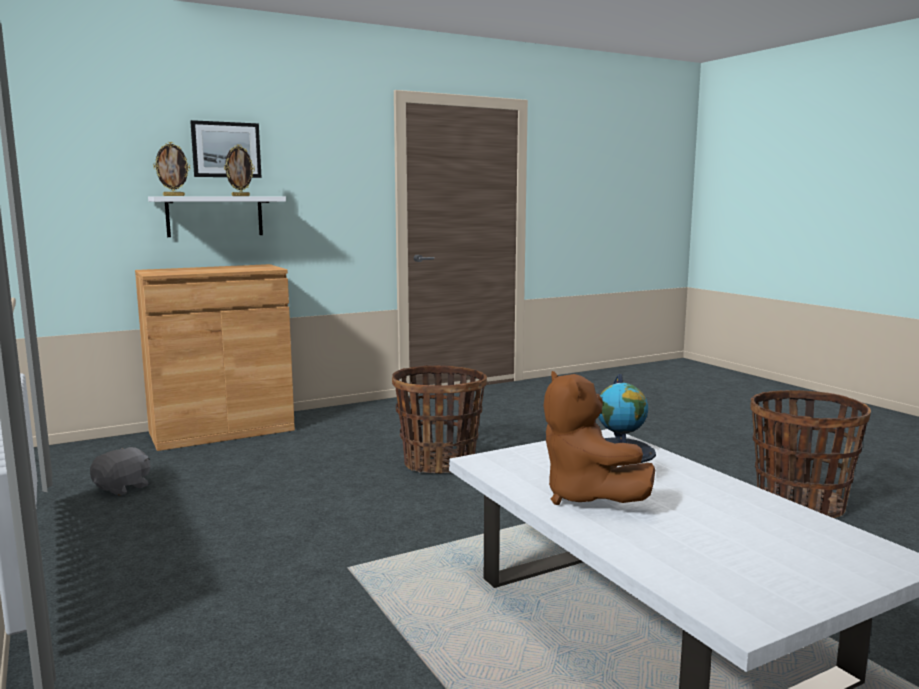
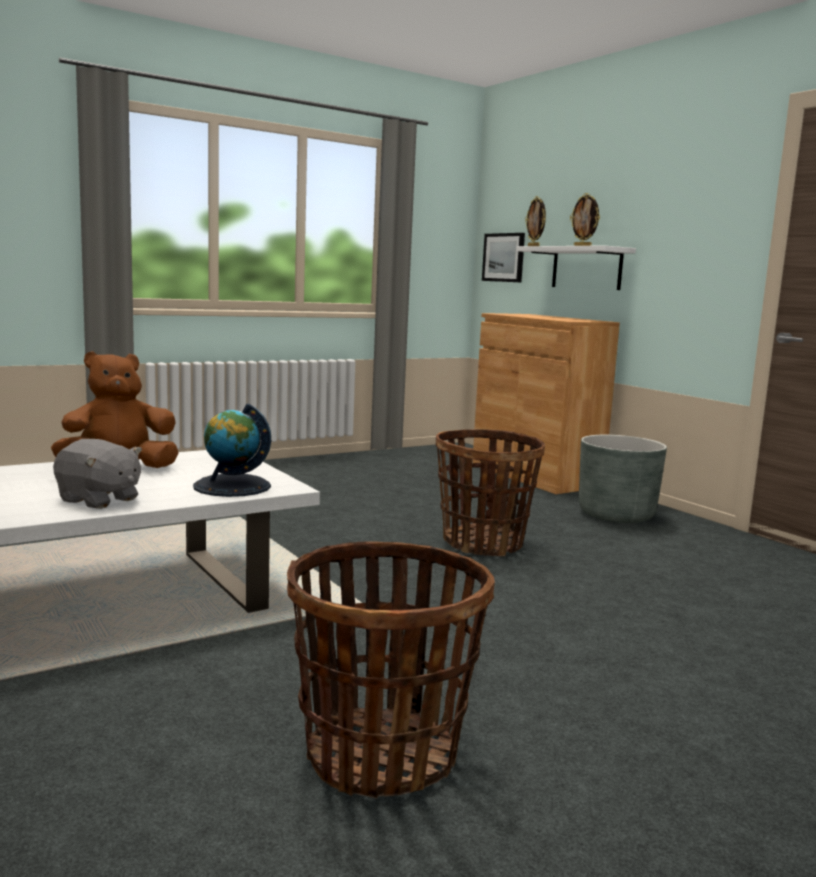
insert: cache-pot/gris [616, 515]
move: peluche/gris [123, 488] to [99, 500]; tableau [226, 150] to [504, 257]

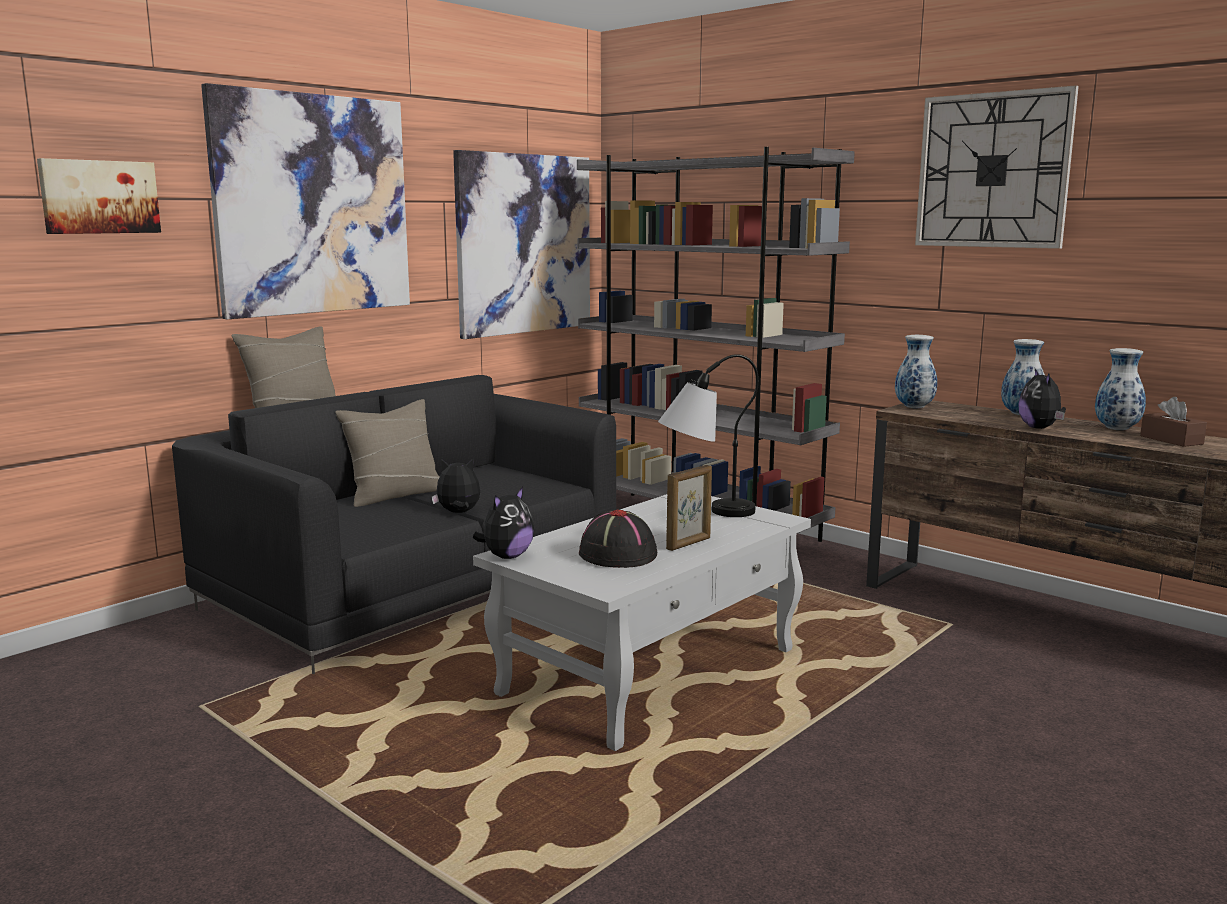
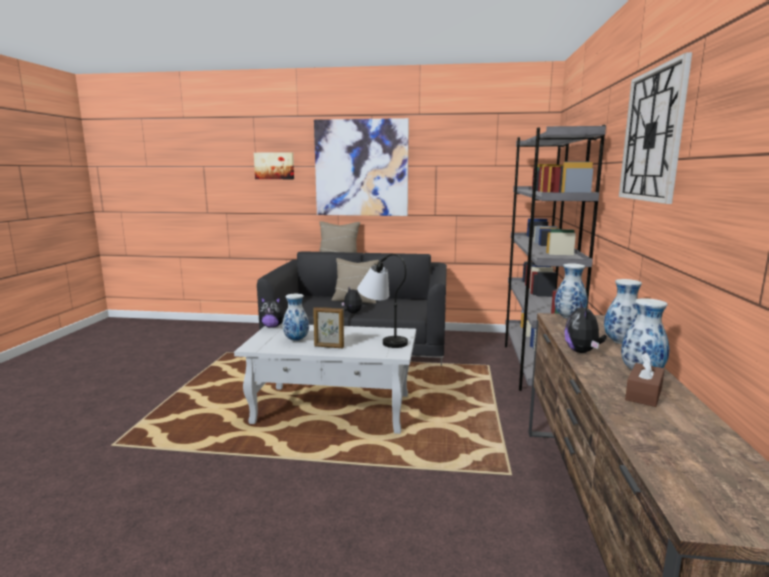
delete: tableau [524, 244]
replace: chapeau/noir [617, 554] to vase [296, 339]
rotate: peluche [1040, 428] = [582, 352] 45 degrees counterclockwise

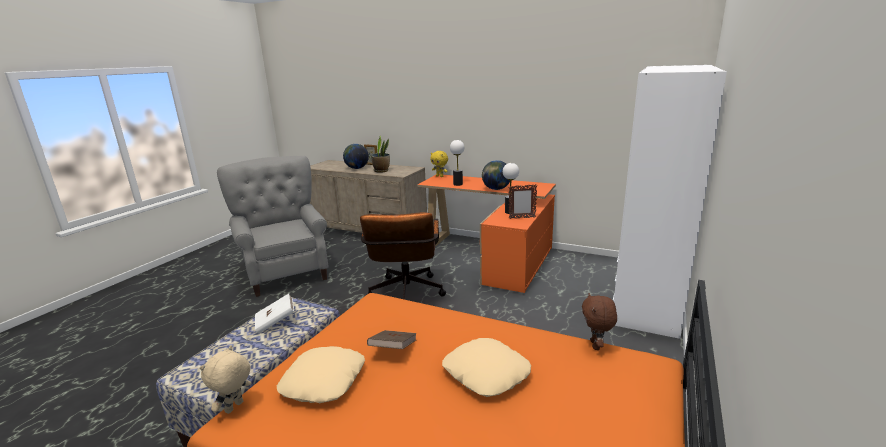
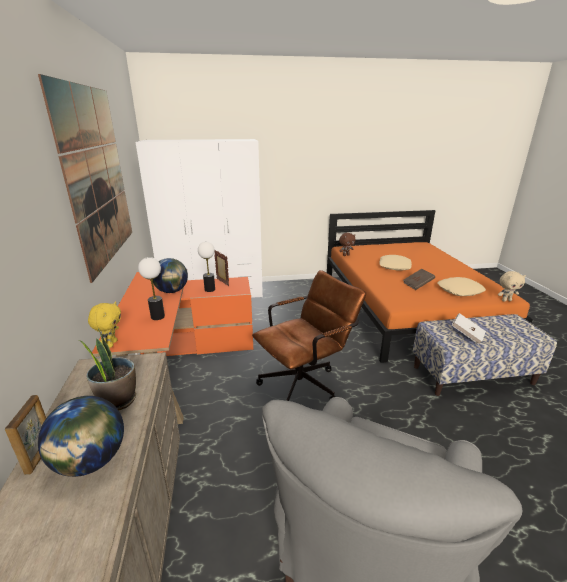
insert: tableau [97, 176]

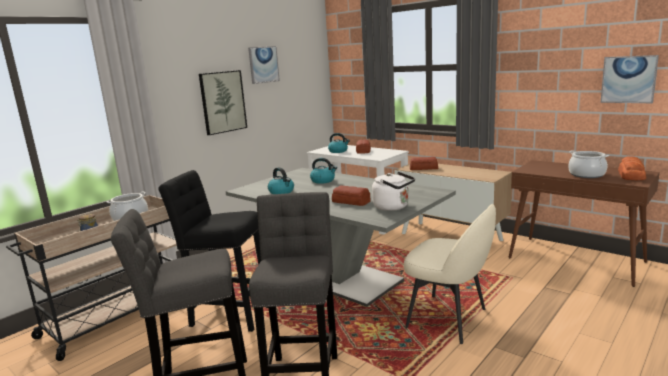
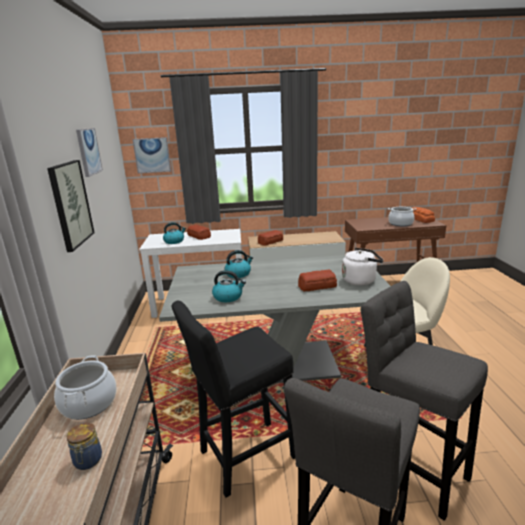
move: tableau [628, 79] to [152, 155]

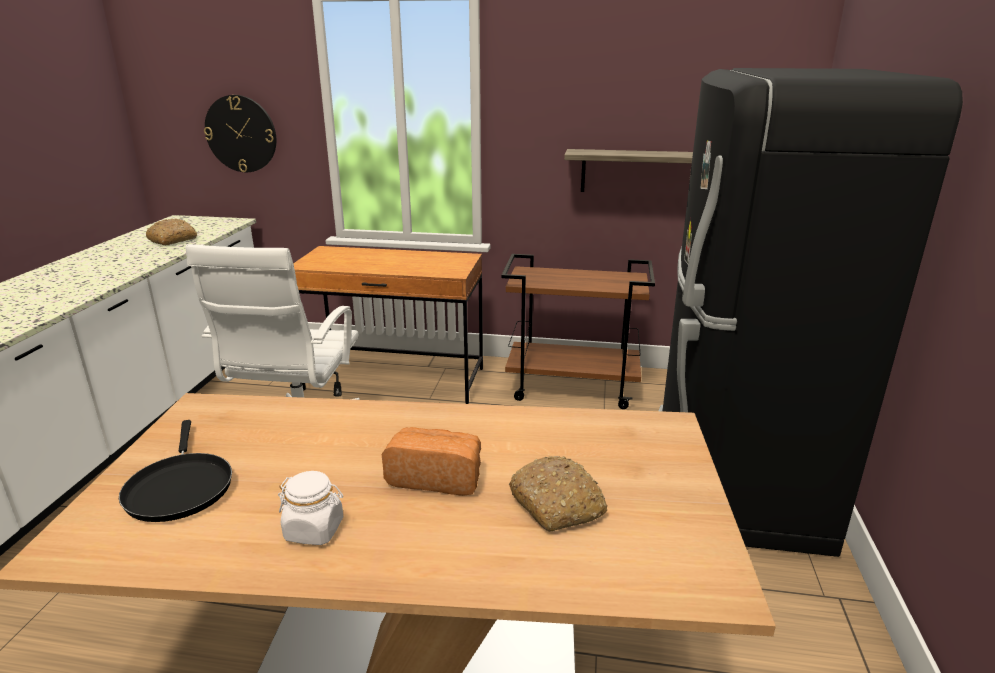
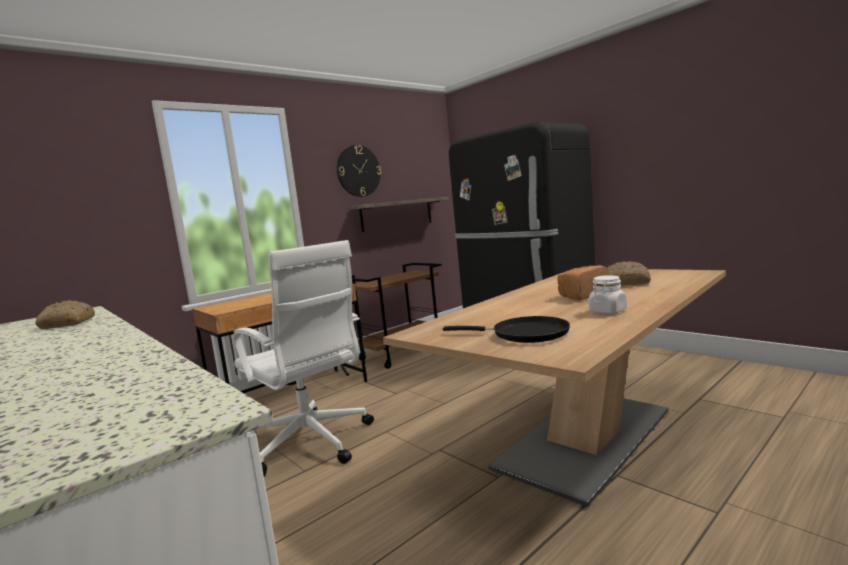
move: horloge murale [241, 134] to [358, 171]

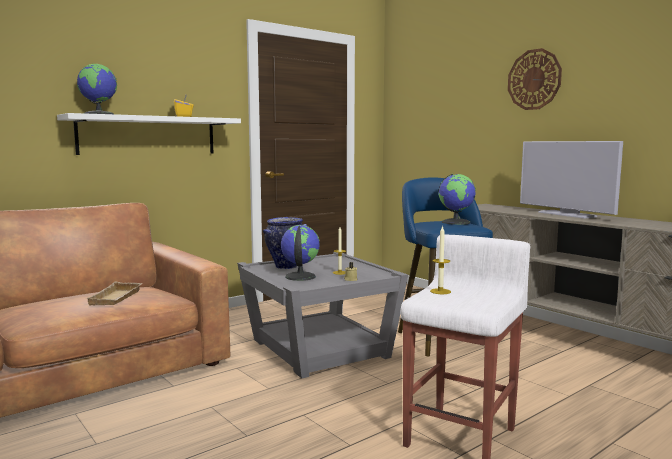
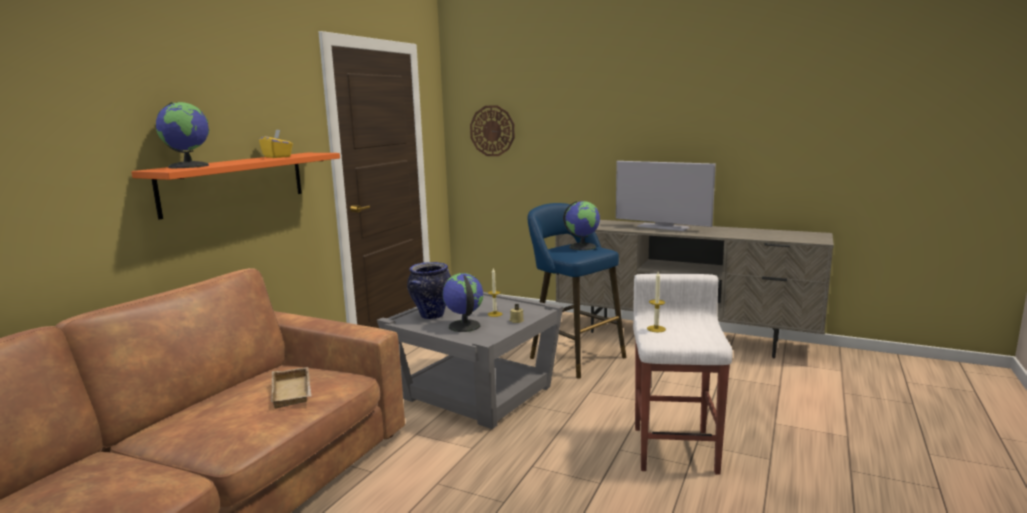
move: horloge murale [534, 79] to [492, 131]
recolor: étagère/blanc [148, 135] to étagère/orange [235, 182]

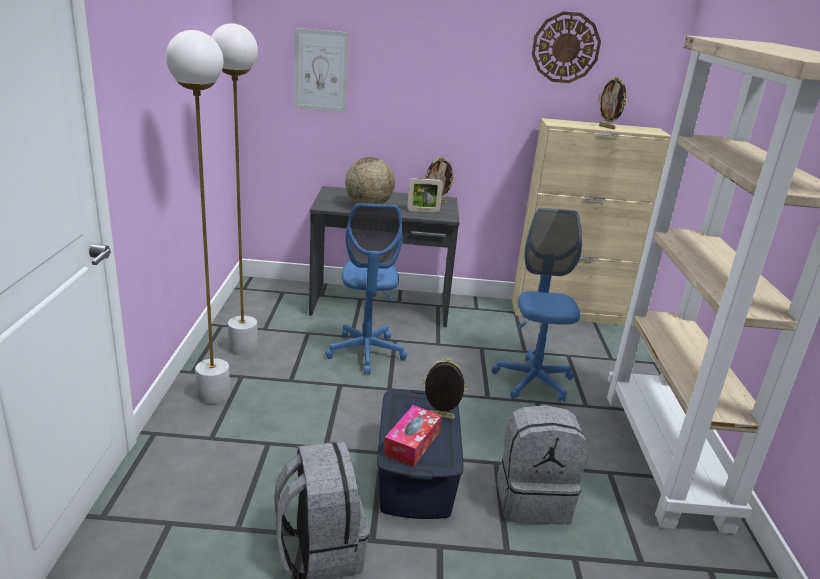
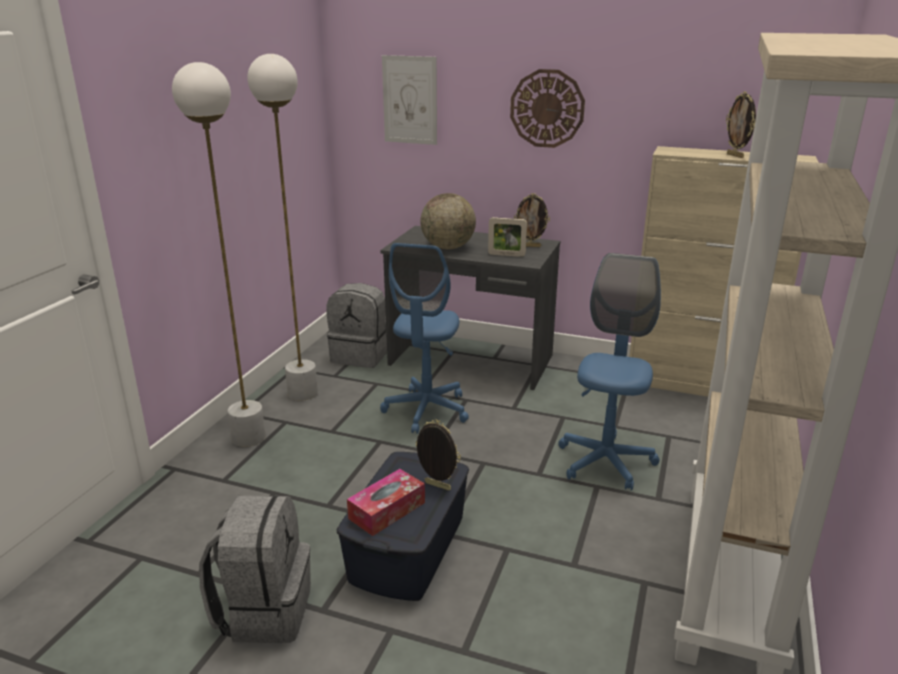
move: sac à dos/gris [532, 499] to [361, 356]; horloge murale [565, 47] to [547, 108]

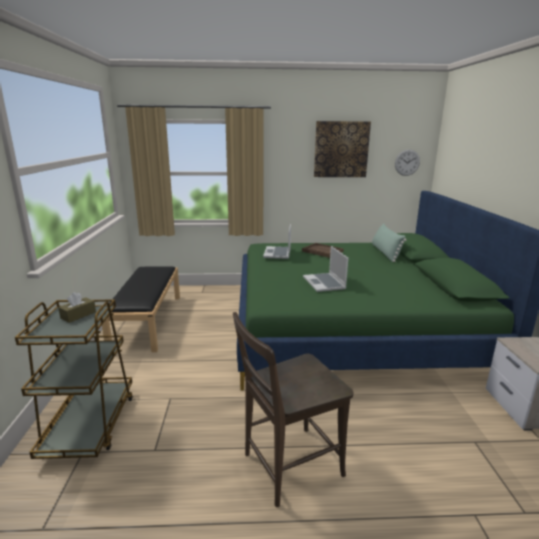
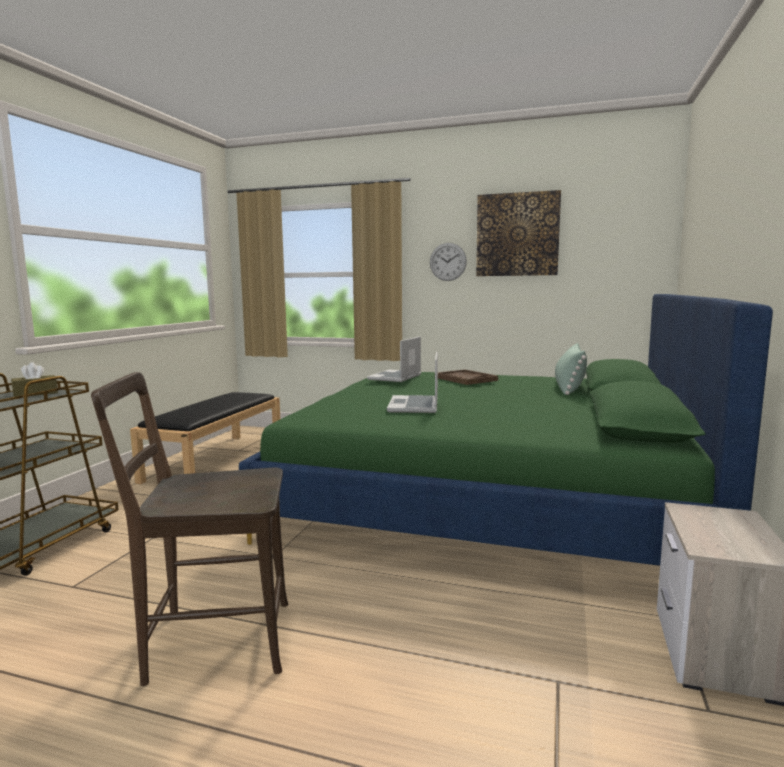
move: horloge murale [407, 162] to [448, 262]

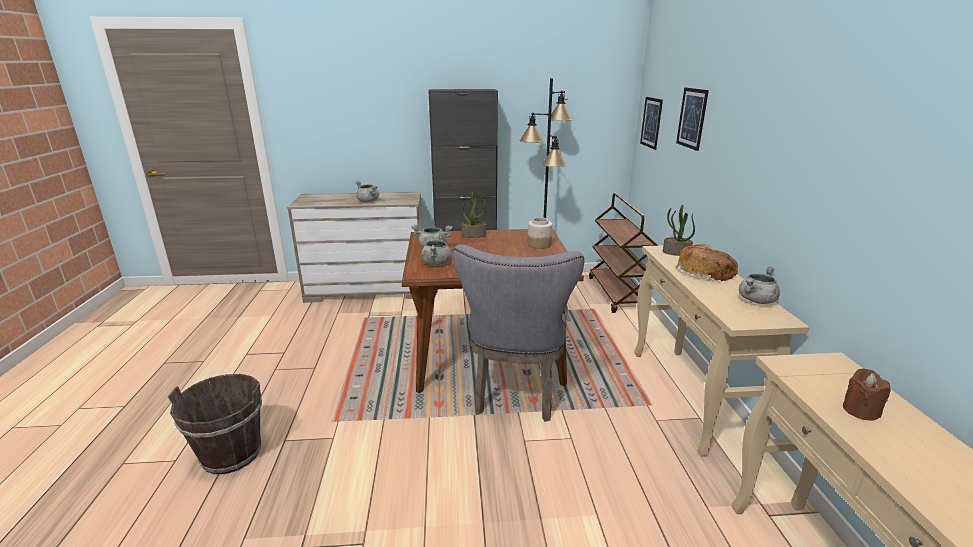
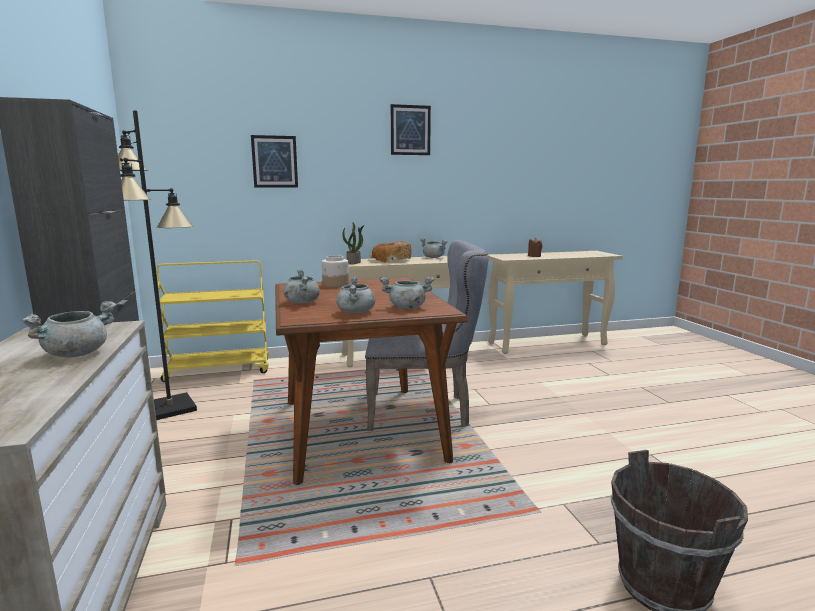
move: tableau [651, 122] to [410, 130]
replace: plante en pot [474, 235] to marmite/gris [302, 302]
recolor: chariot/marron [617, 294] to chariot/jaune [219, 370]

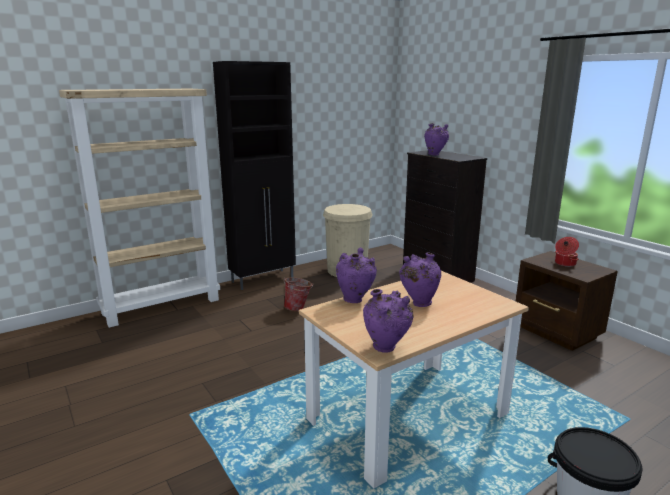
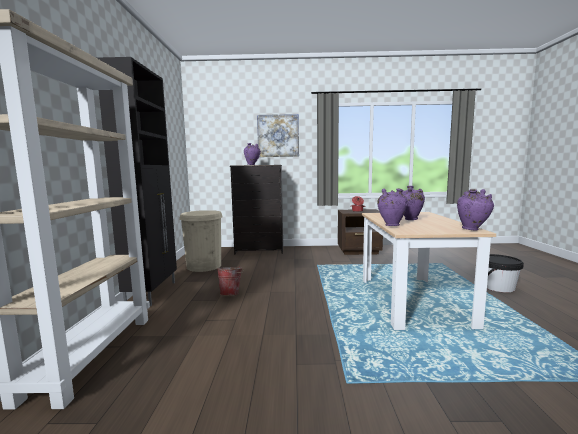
insert: tableau [278, 136]

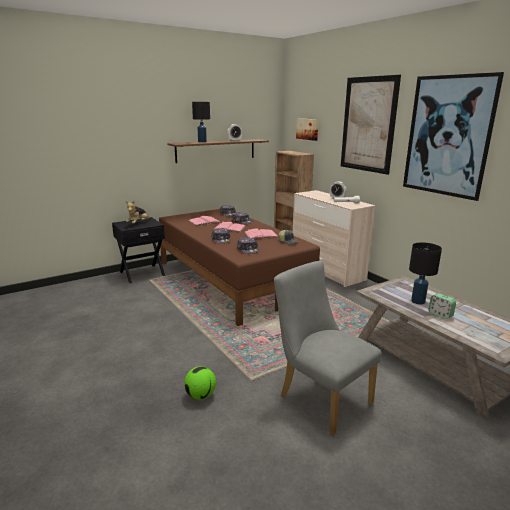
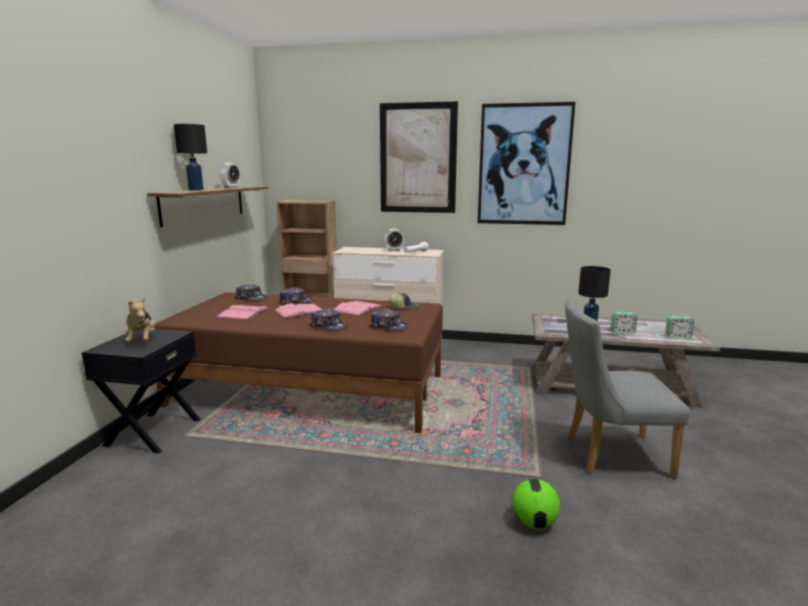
delete: tableau [308, 129]
insert: réveil [678, 336]

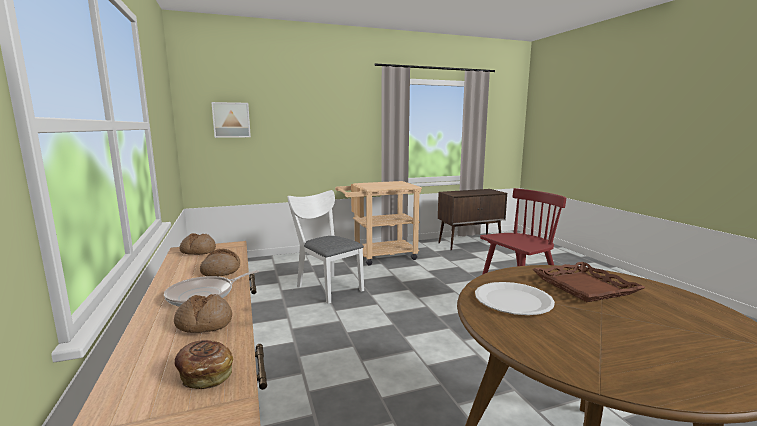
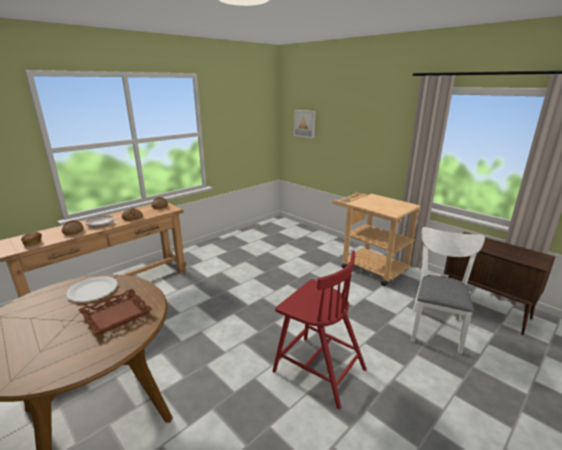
move: chaise/blanc [327, 287] to [436, 326]

